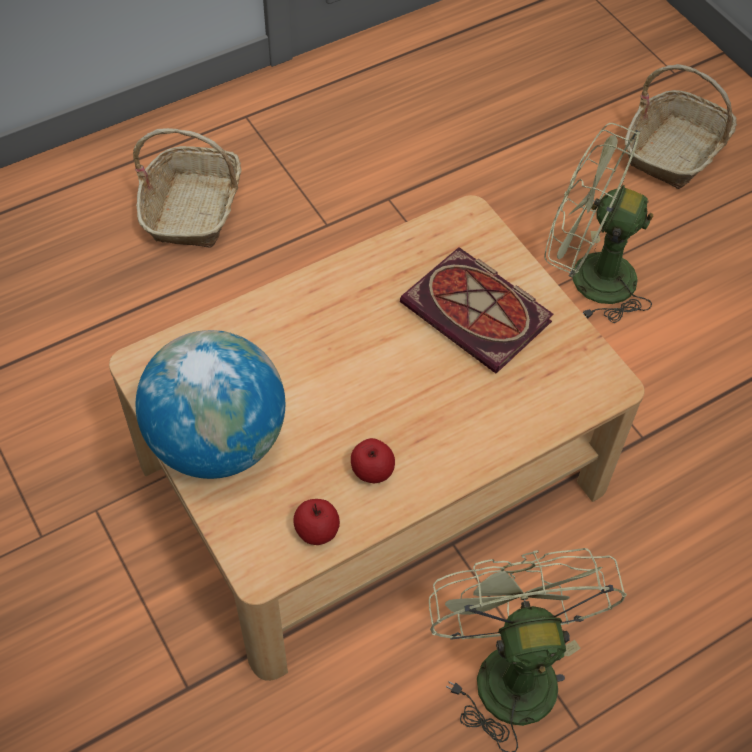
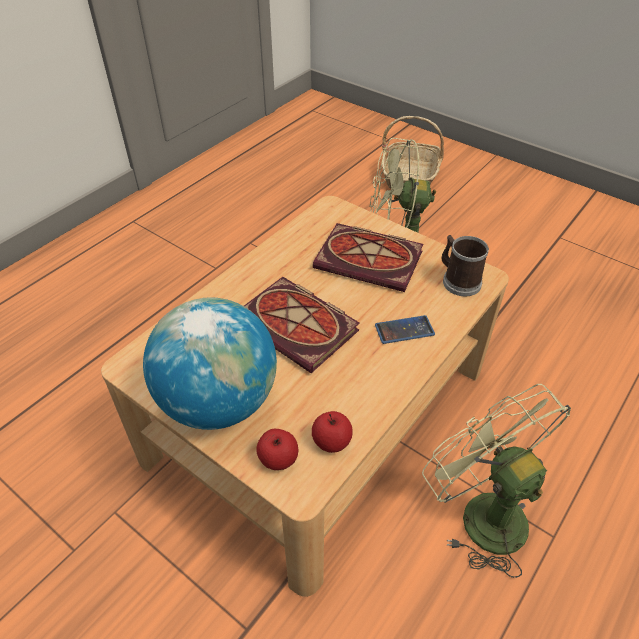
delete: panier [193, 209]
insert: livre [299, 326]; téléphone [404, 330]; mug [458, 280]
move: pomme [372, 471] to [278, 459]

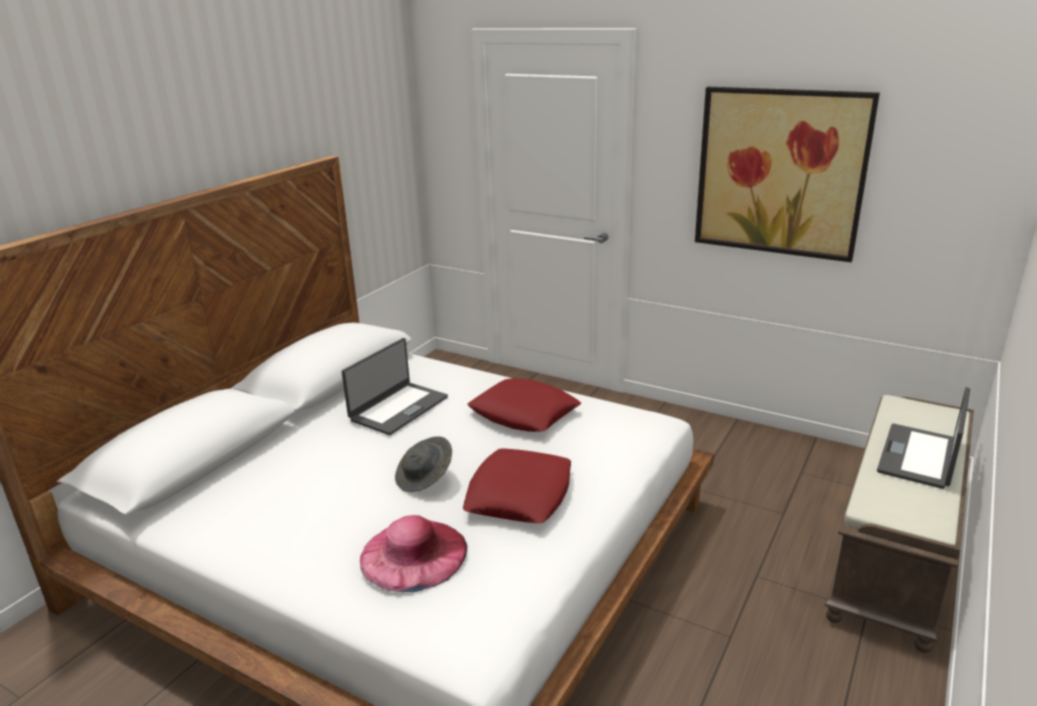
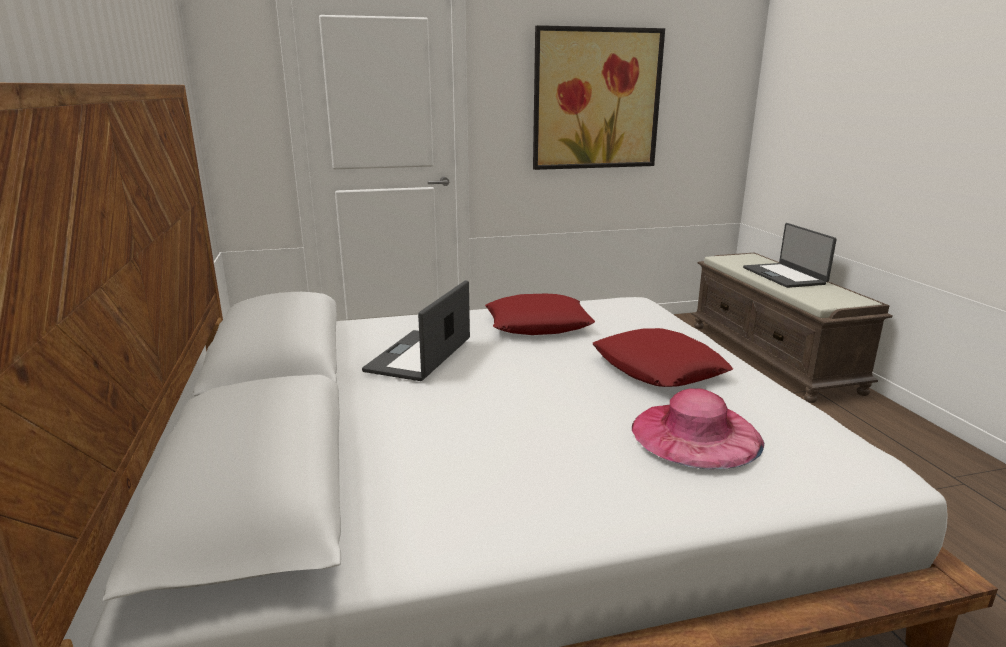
delete: chapeau/gris [425, 478]
rotate: ordinateur portable [398, 408] = [420, 356] 150 degrees counterclockwise

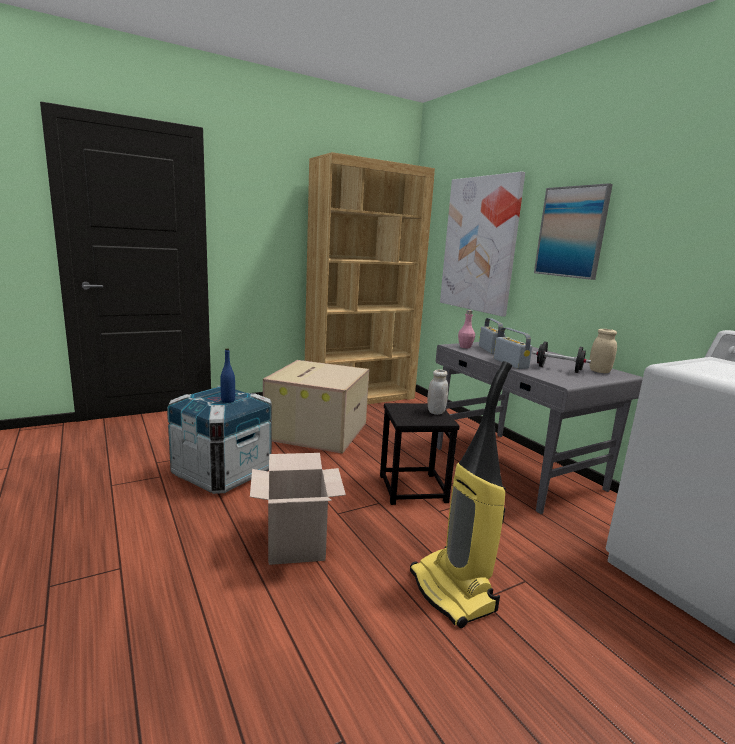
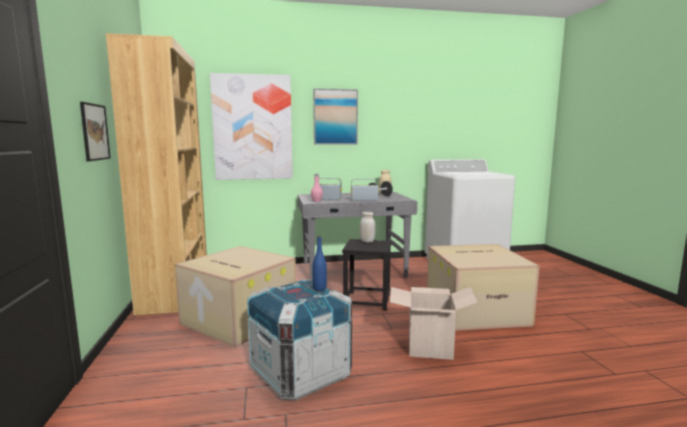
insert: tableau [94, 132]
replace: aspirateur [453, 591] to carton [476, 310]

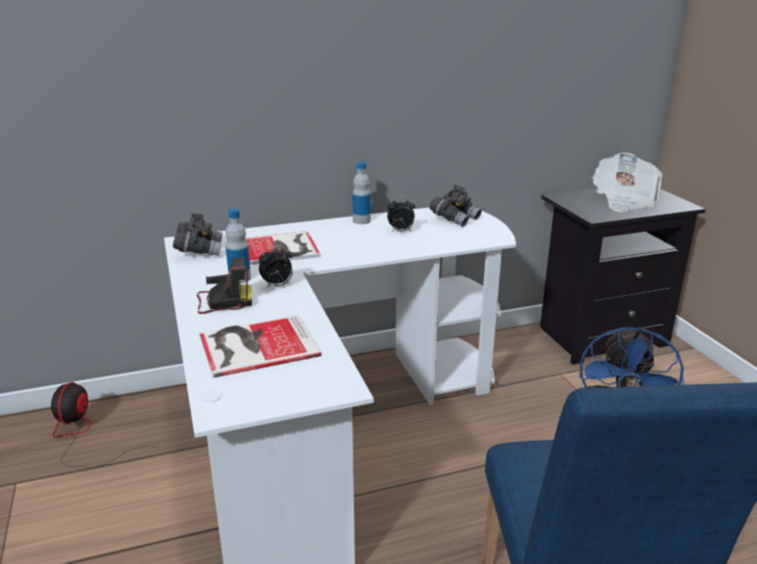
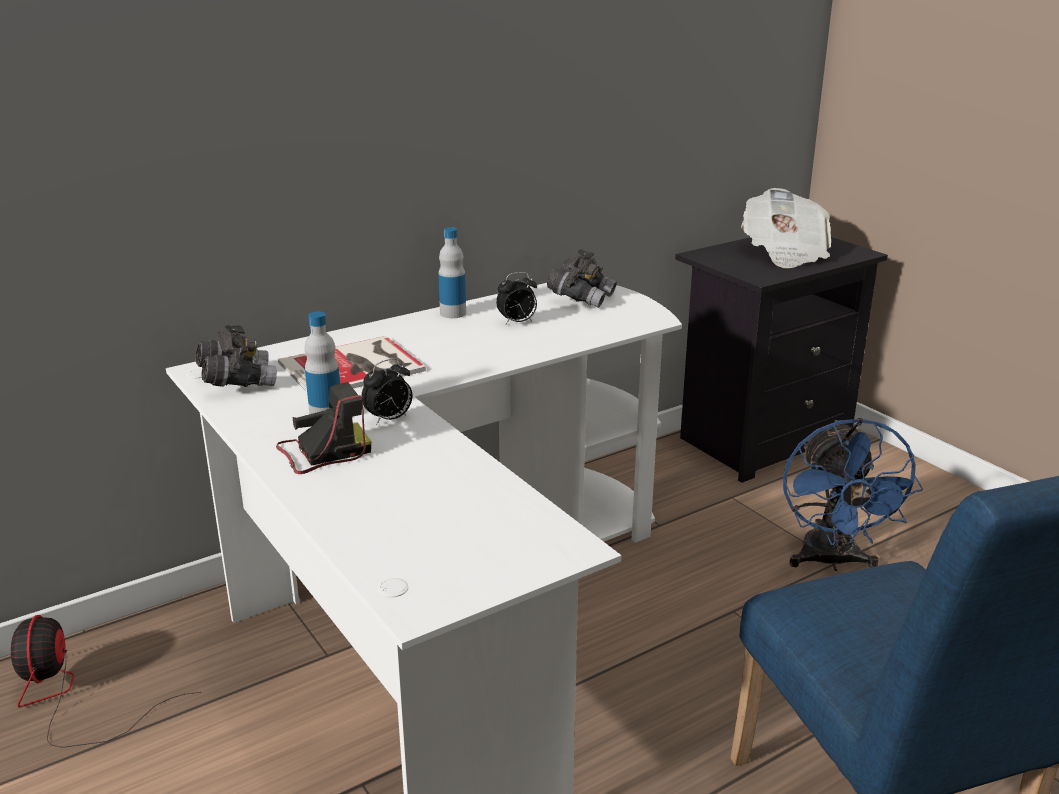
delete: livre [255, 345]

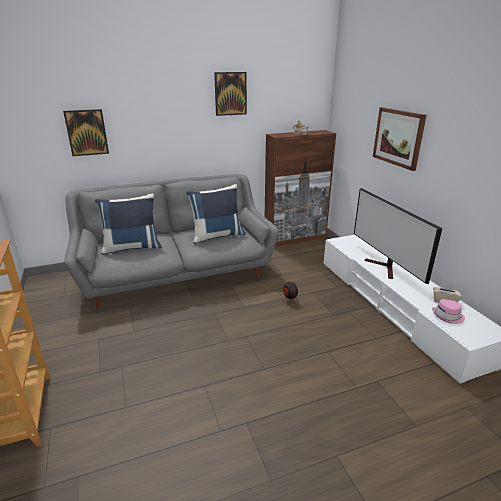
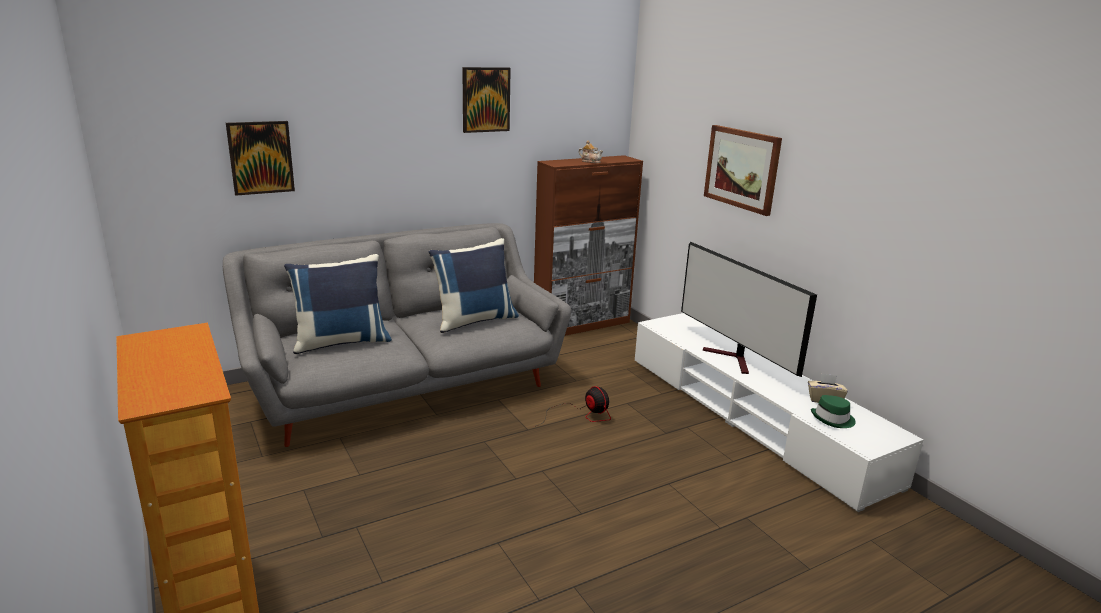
recolor: chapeau/rose [448, 316] to chapeau/vert [833, 419]

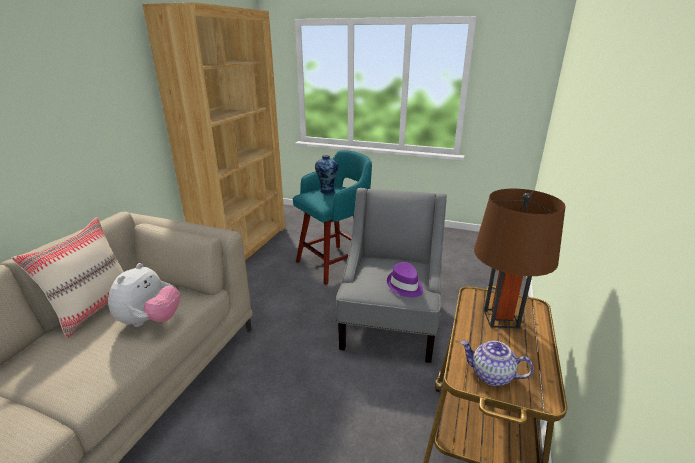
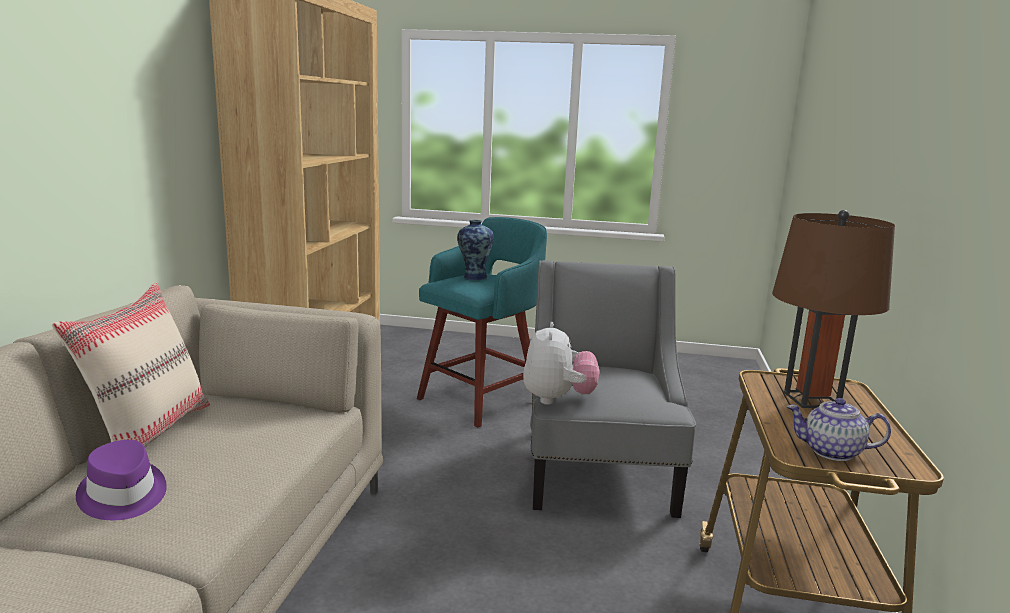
move: peluche [150, 321] to [557, 399]; chapeau/violet [405, 286] to [122, 495]

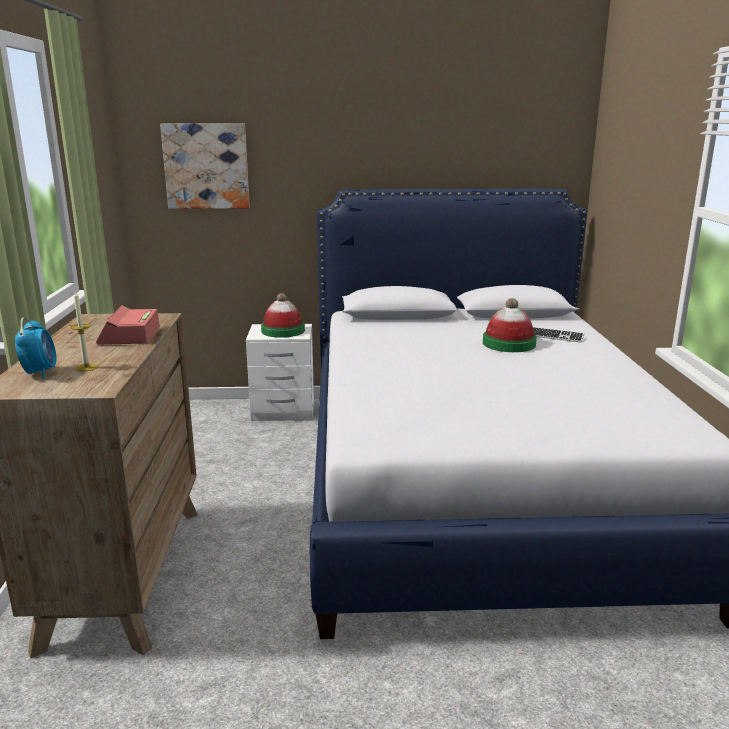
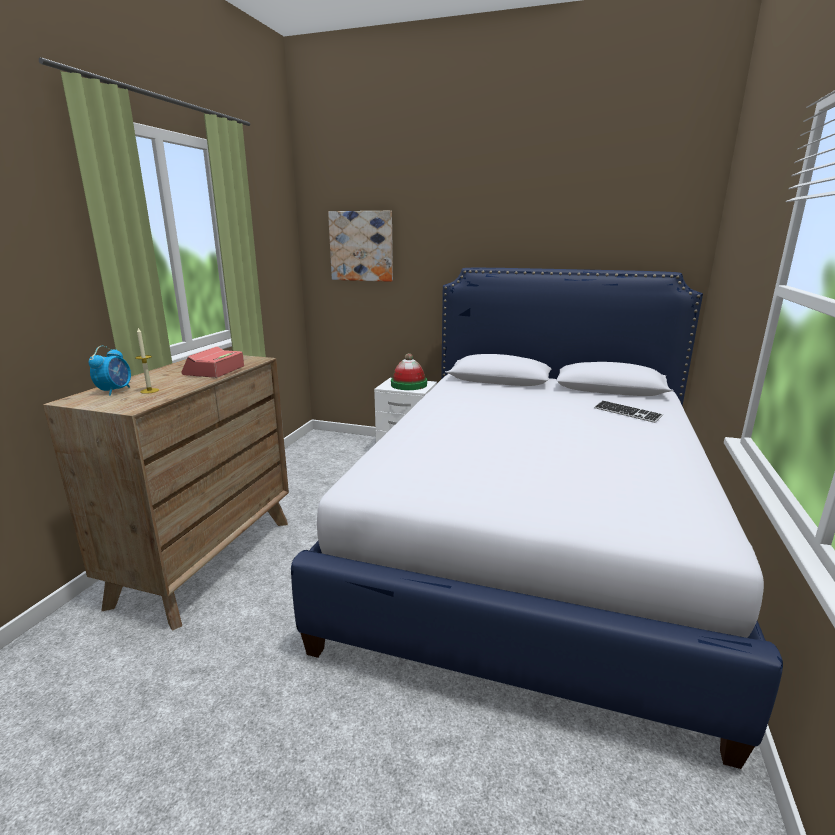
delete: chapeau [509, 343]

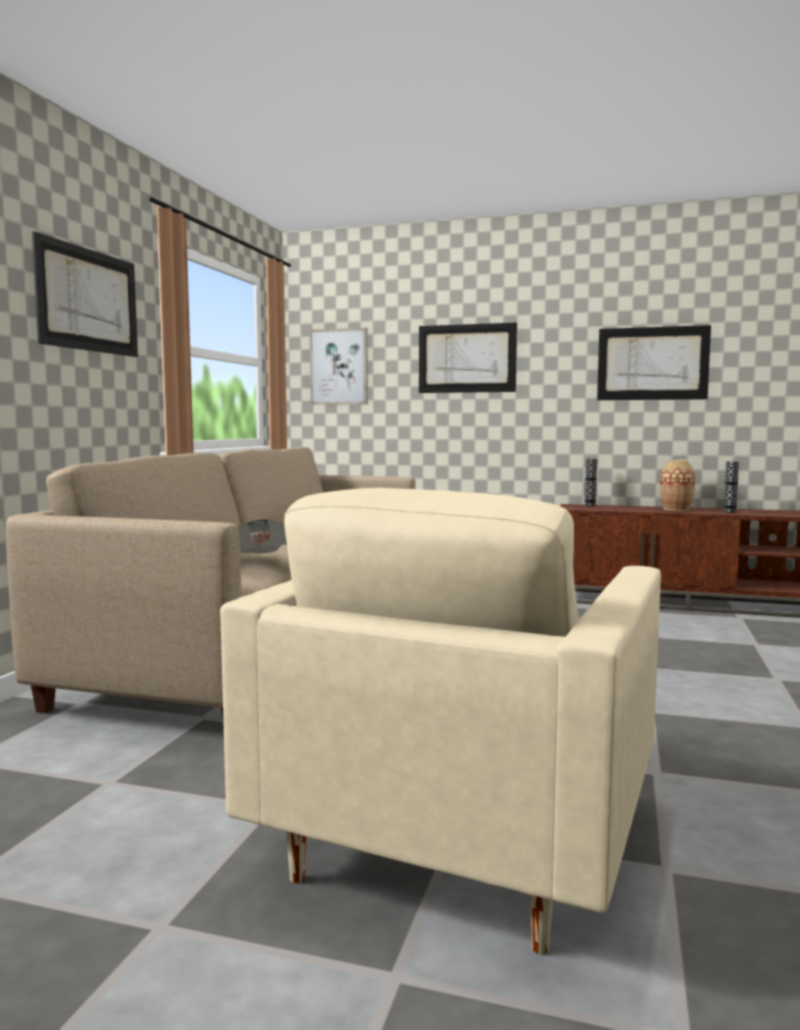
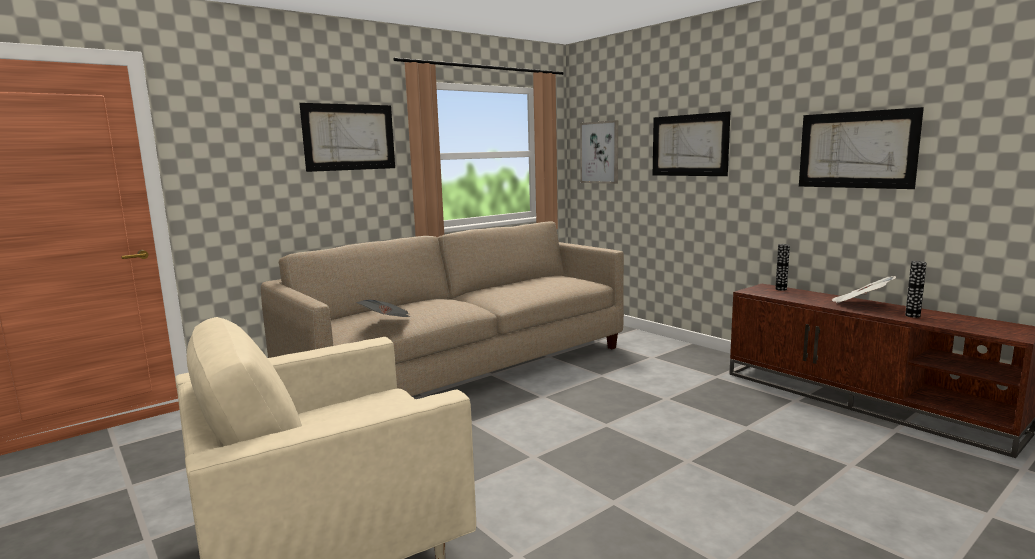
replace: vase [676, 509] to journal [860, 304]

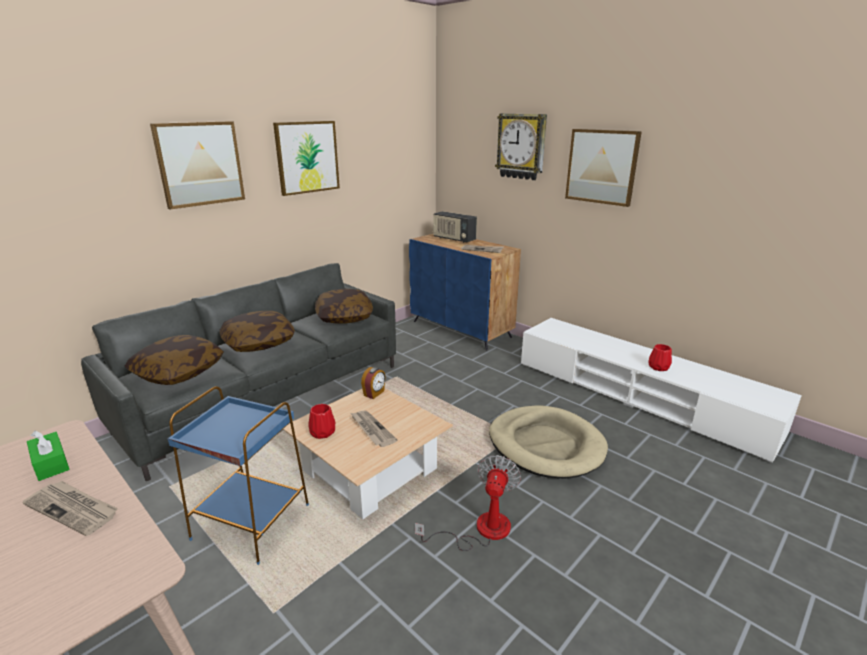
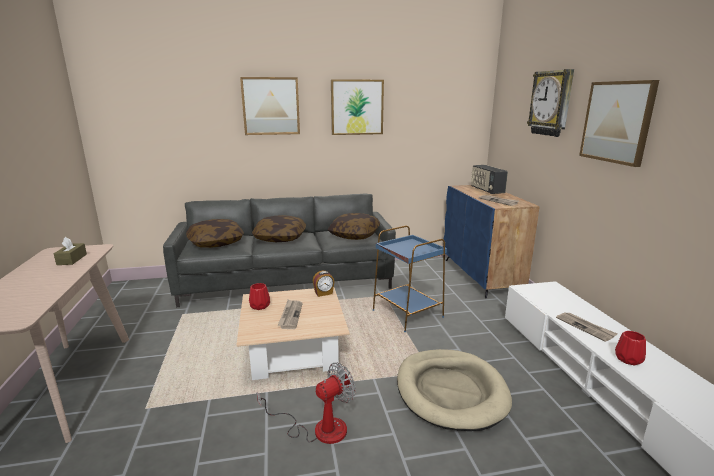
move: journal [73, 509] to [585, 327]; table d'appoint/bleu [252, 522] to [407, 314]
recolor: boîte à mouchoirs/vert [51, 463] to boîte à mouchoirs/marron [72, 259]

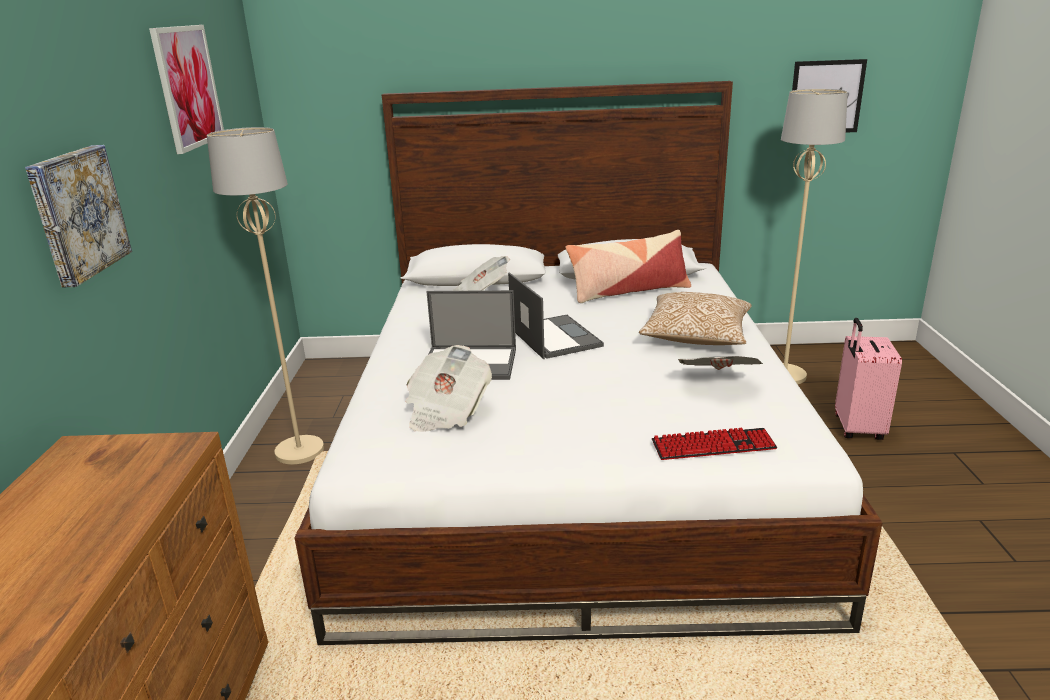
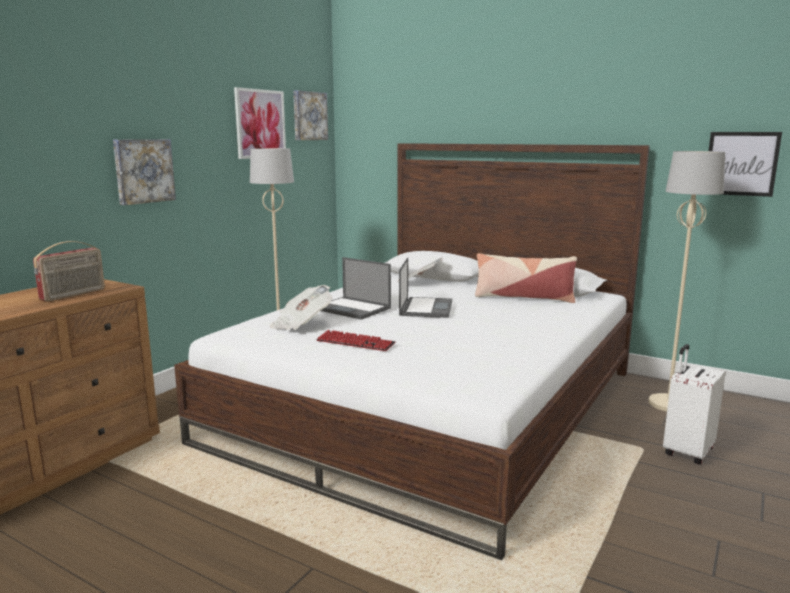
delete: coussin [696, 337]; journal [717, 382]
insert: radio [73, 295]; tableau [309, 116]
move: clavier [713, 446] to [355, 343]
recolor: valise/rose [856, 428] to valise/blanc [686, 452]

